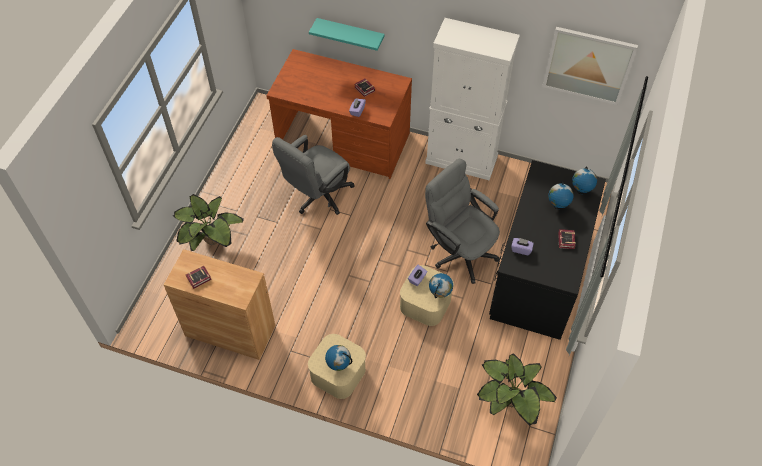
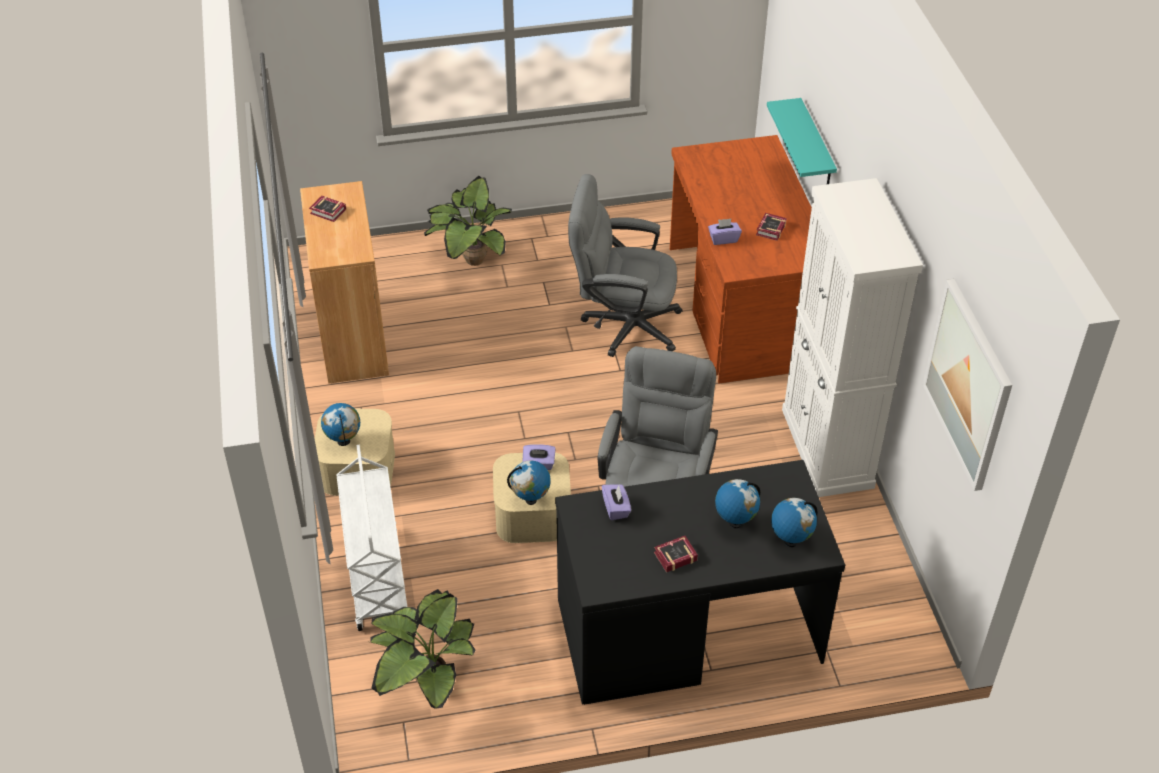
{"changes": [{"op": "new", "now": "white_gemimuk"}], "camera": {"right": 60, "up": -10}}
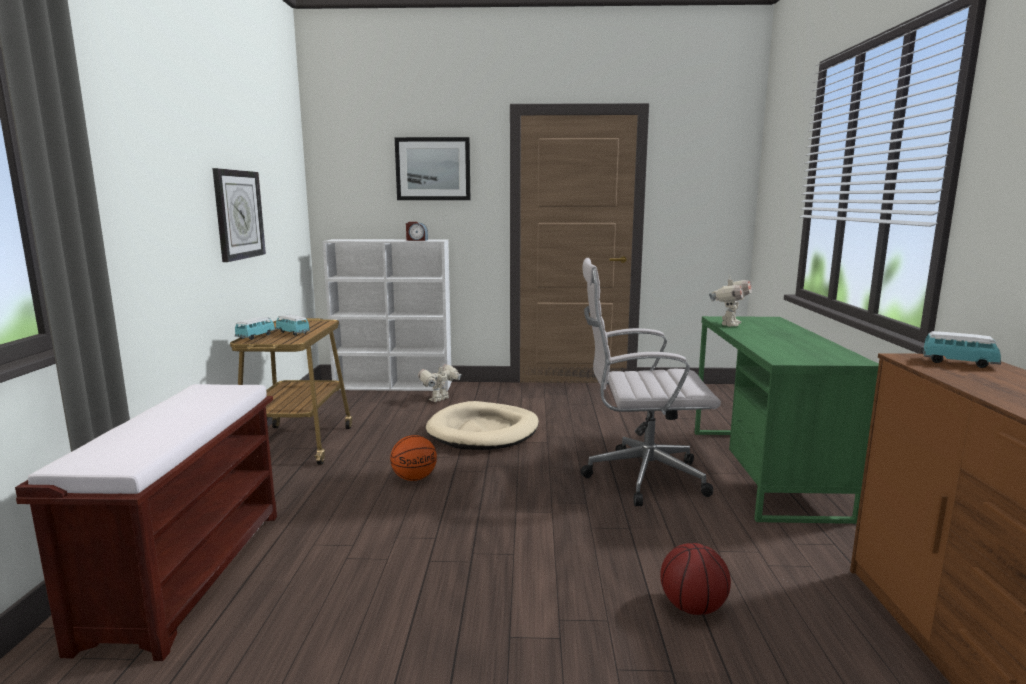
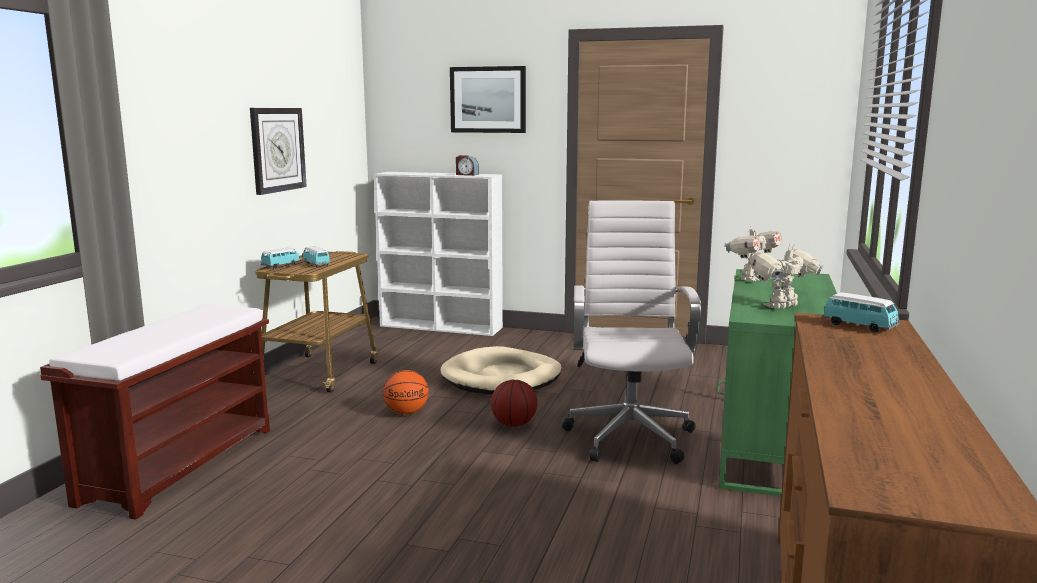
{"changes": [{"op": "shifted", "was": "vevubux (no. 1 from left in the first image)", "now": "vevubux (no. 2 from left)"}, {"op": "shifted", "was": "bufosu (no. 2 from left)"}, {"op": "rotated", "was": "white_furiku", "clockwise": 75}], "camera": {"right": 15, "up": 0}}
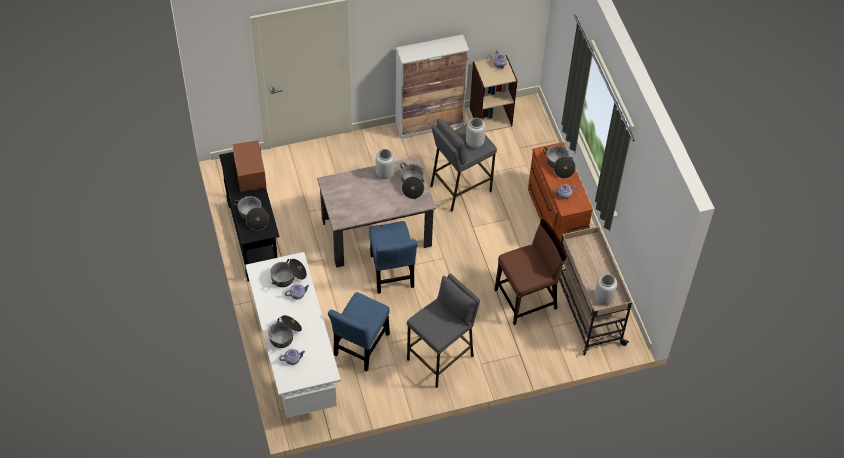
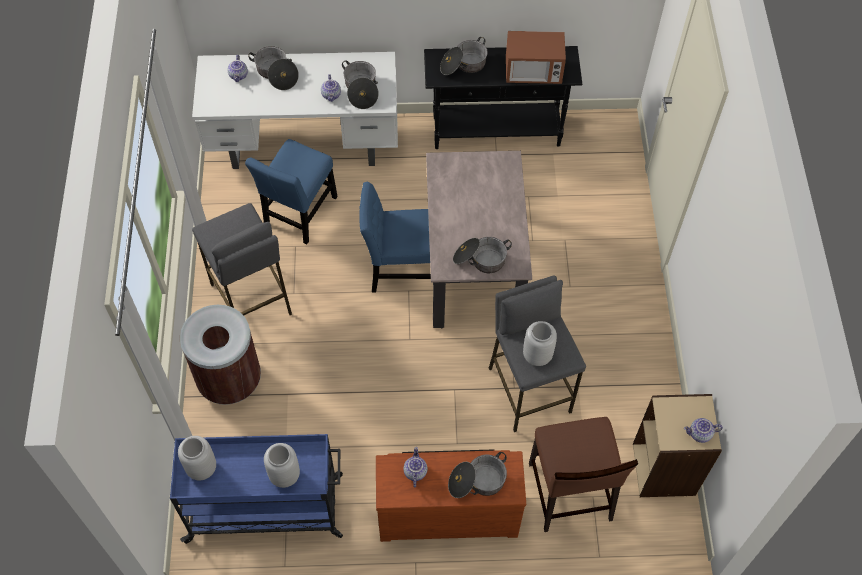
{"changes": [{"op": "gone", "was": "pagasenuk"}, {"op": "new", "now": "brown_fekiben"}, {"op": "shifted", "was": "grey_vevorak (no. 1 from left in the first image)", "now": "grey_vevorak (no. 2 from left)"}, {"op": "shifted", "was": "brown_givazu"}, {"op": "repainted", "was": "beige_gemimuk", "now": "blue_gemimuk"}, {"op": "rotated", "was": "blue_givazu (no. 1 from left)", "clockwise": -105}], "camera": {"right": 105, "up": 5}}
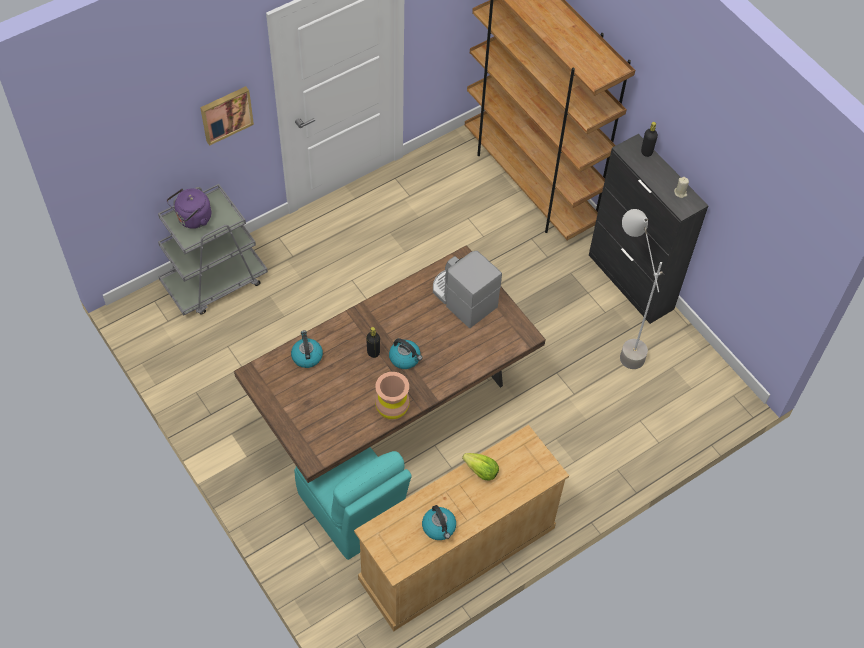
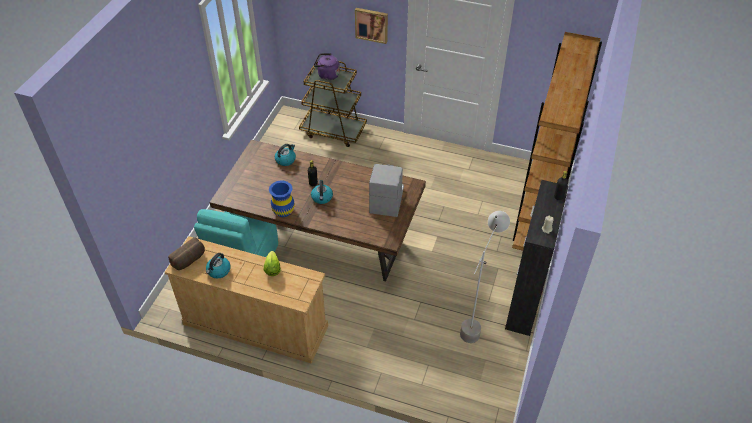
{"changes": [{"op": "new", "now": "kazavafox"}, {"op": "repainted", "was": "grey_gemimuk", "now": "brown_gemimuk"}, {"op": "repainted", "was": "brown_vevorak", "now": "blue_vevorak"}], "camera": {"right": 55, "up": -10}}
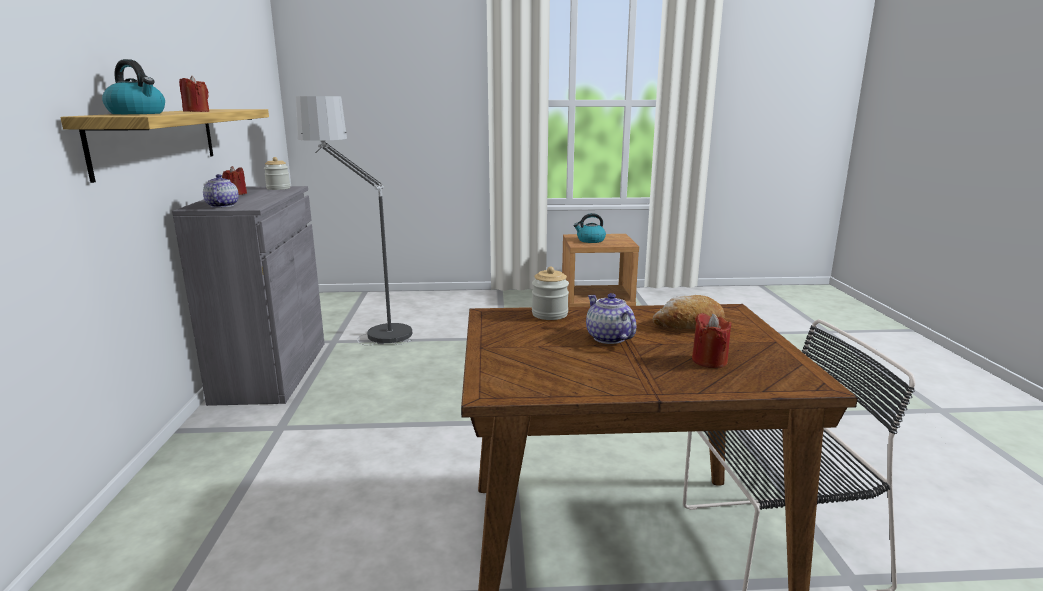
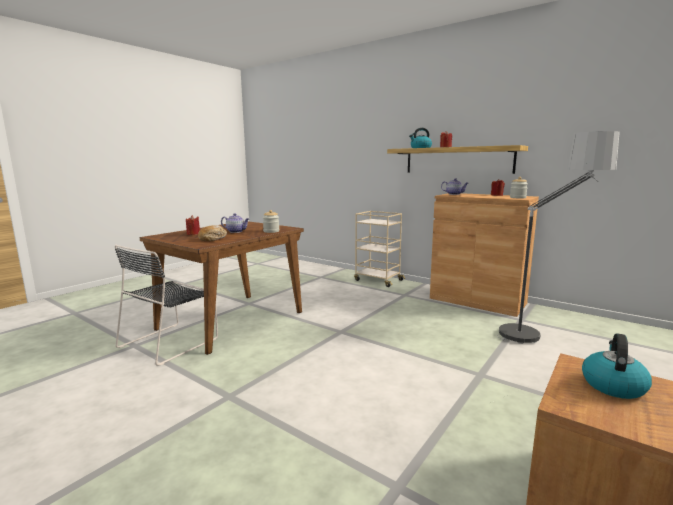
{"changes": [{"op": "new", "now": "beige_gemimuk"}, {"op": "repainted", "was": "grey_pagasenuk", "now": "brown_pagasenuk"}], "camera": {"right": 130, "up": -5}}
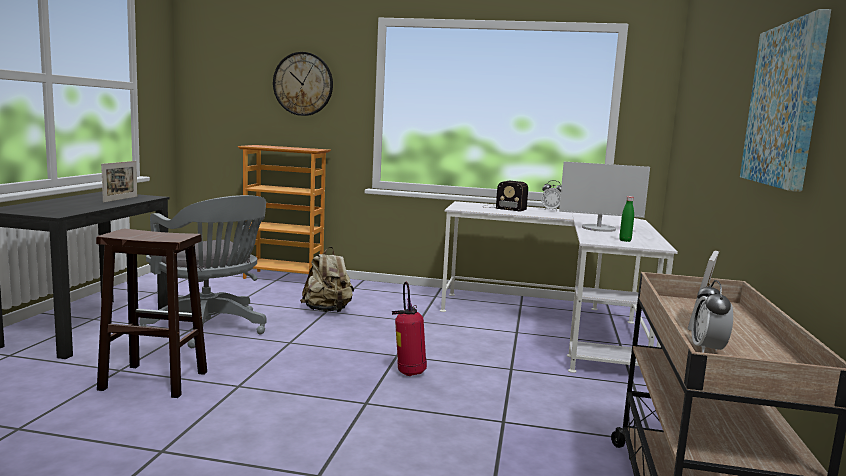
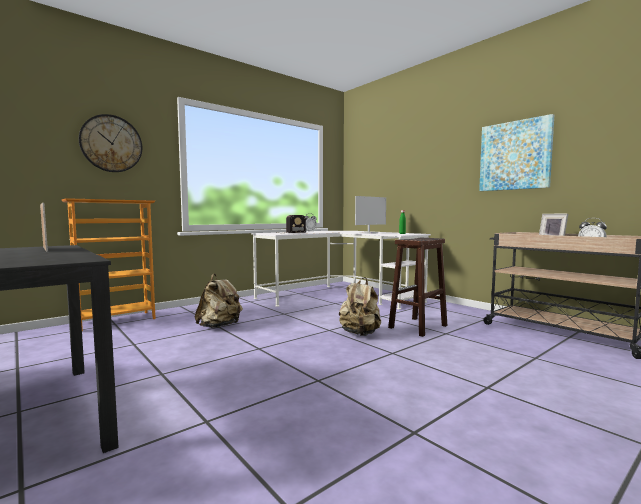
{"changes": [{"op": "gone", "was": "grey_furiku"}, {"op": "shifted", "was": "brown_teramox"}, {"op": "swapped", "was": "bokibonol", "now": "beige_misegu (no. 2 from left)"}], "camera": {"right": -50, "up": -5}}
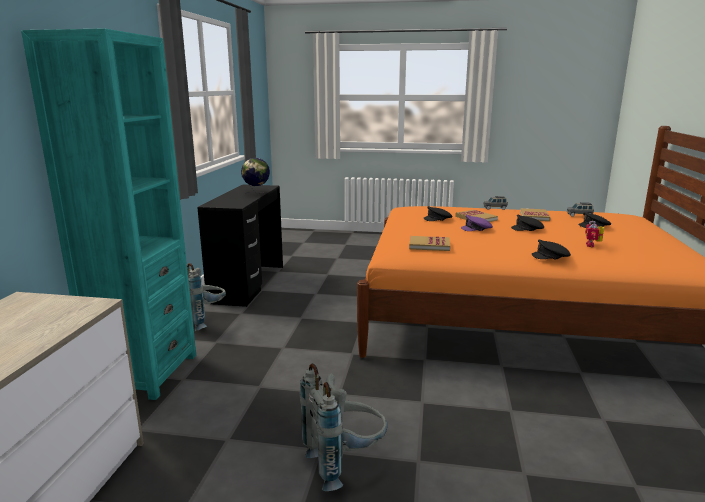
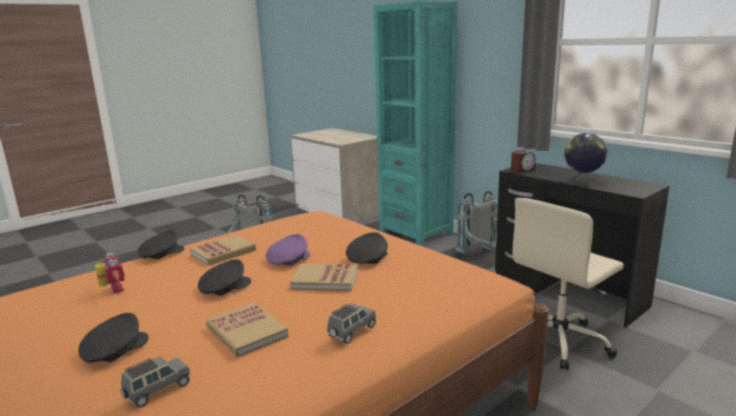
{"changes": [{"op": "new", "now": "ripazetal"}, {"op": "new", "now": "beige_furiku"}, {"op": "shifted", "was": "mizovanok (no. 1 from left)"}], "camera": {"right": 130, "up": 0}}
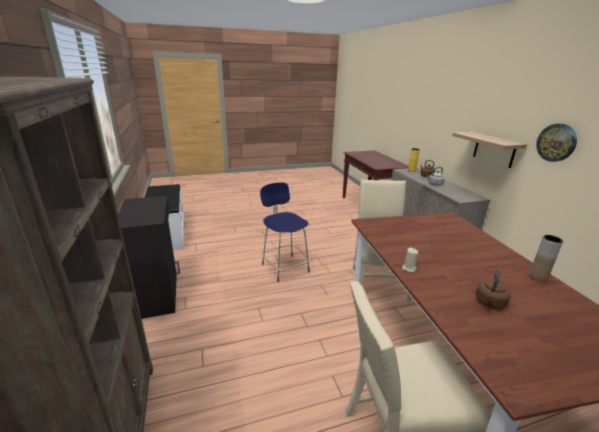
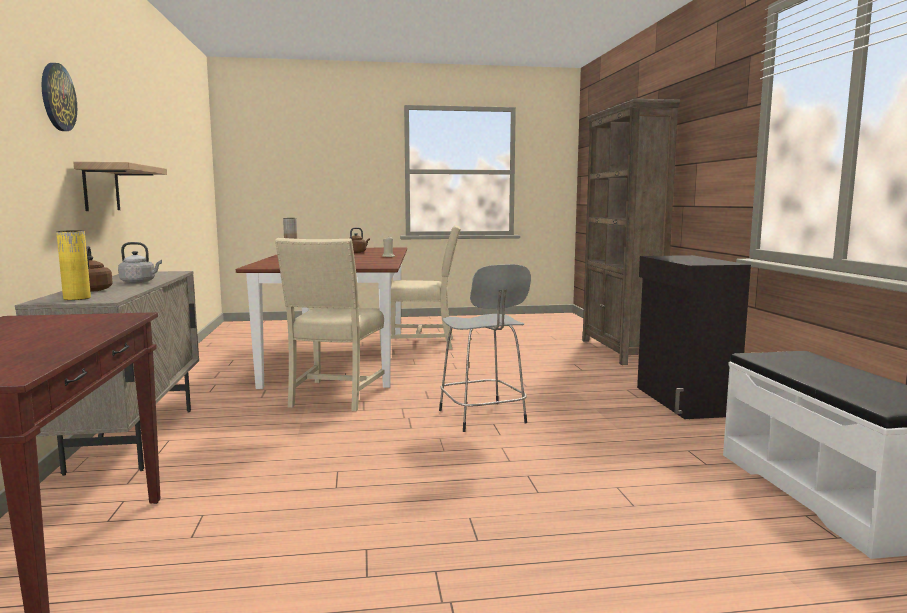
{"changes": [{"op": "shifted", "was": "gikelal"}, {"op": "repainted", "was": "blue_teramox", "now": "grey_teramox"}], "camera": {"right": -170, "up": -15}}
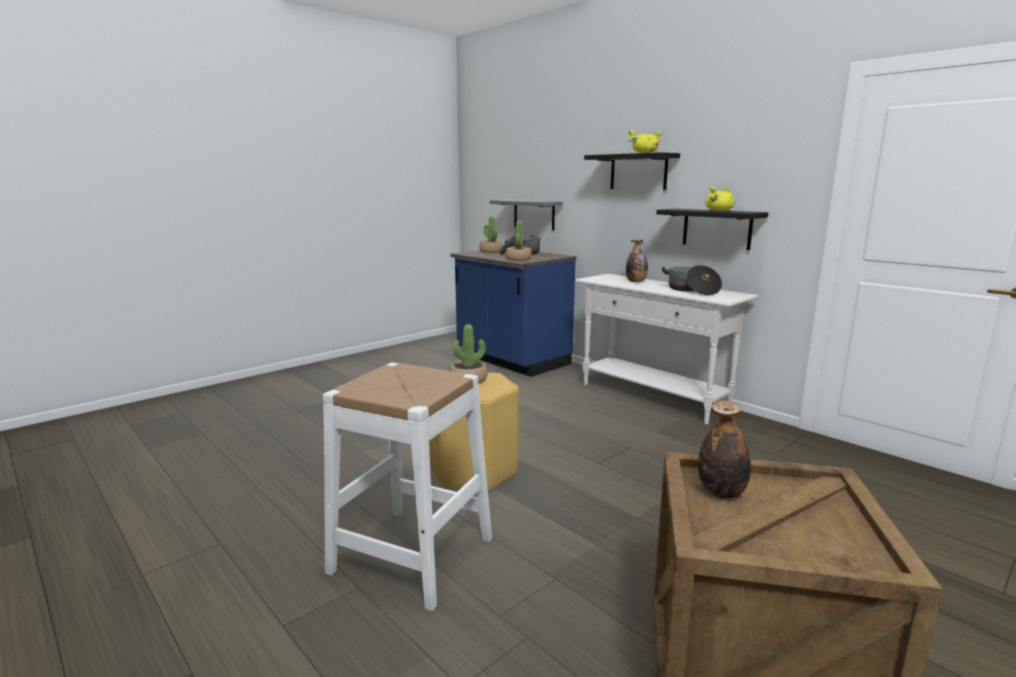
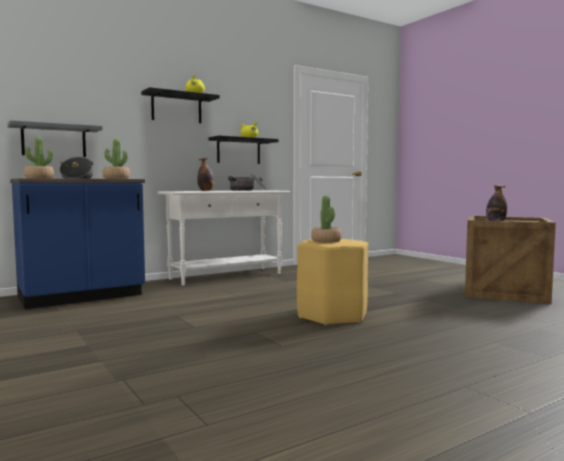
{"changes": [{"op": "gone", "was": "white_teramox"}], "camera": {"right": -80, "up": -10}}
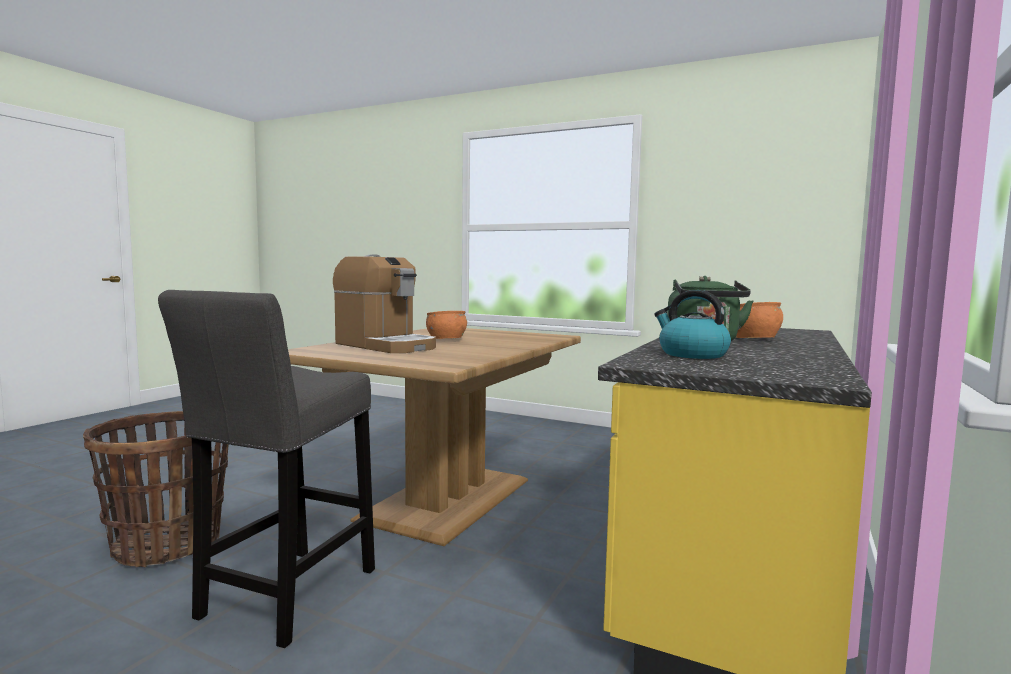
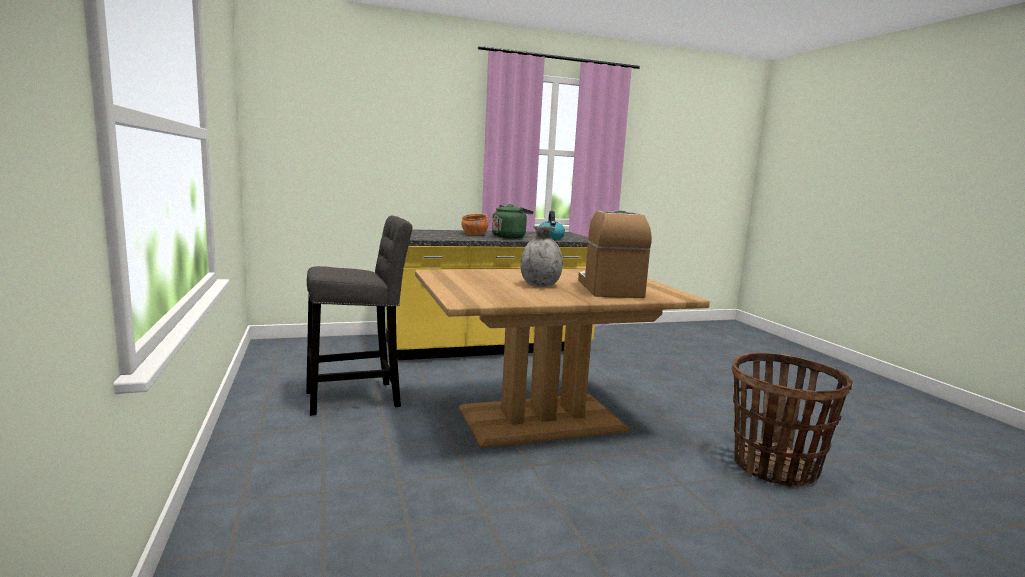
{"changes": [{"op": "shifted", "was": "grey_teramox"}, {"op": "swapped", "was": "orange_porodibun (no. 1 from left)", "now": "grey_vevorak"}], "camera": {"right": -135, "up": 5}}
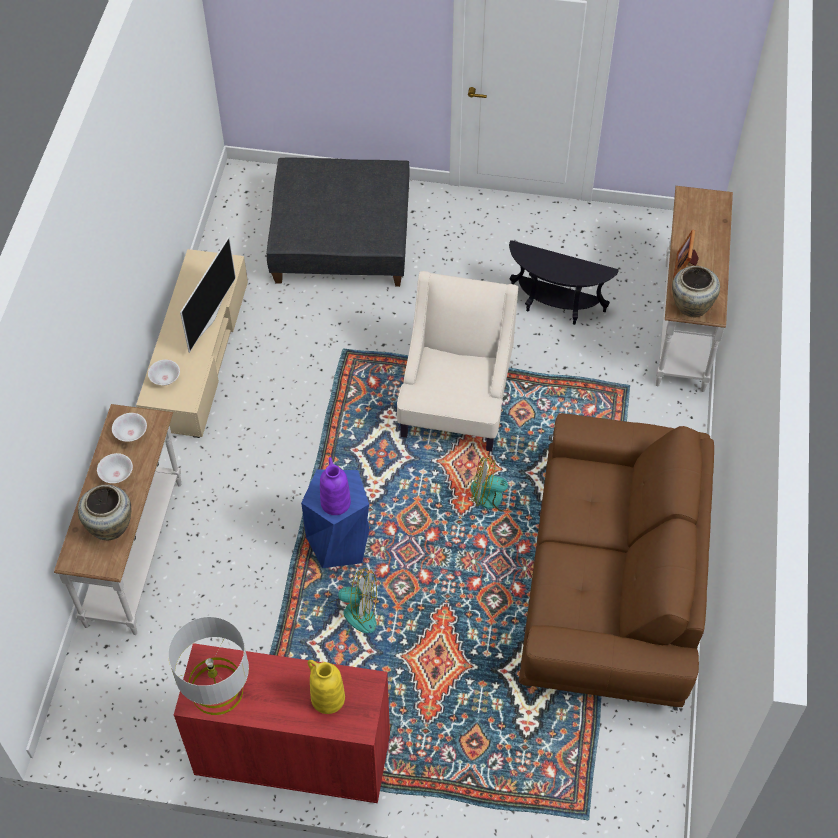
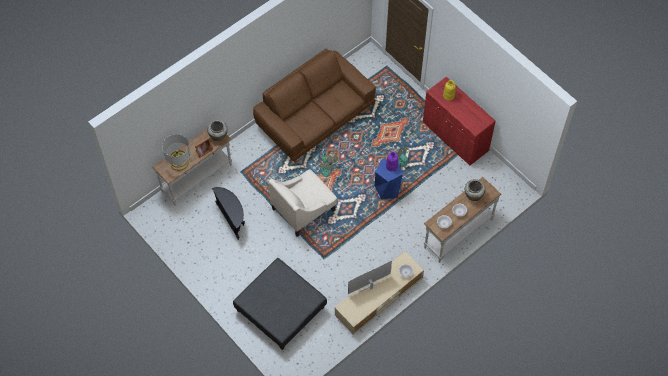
{"changes": [{"op": "shifted", "was": "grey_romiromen"}], "camera": {"right": -140, "up": 5}}
